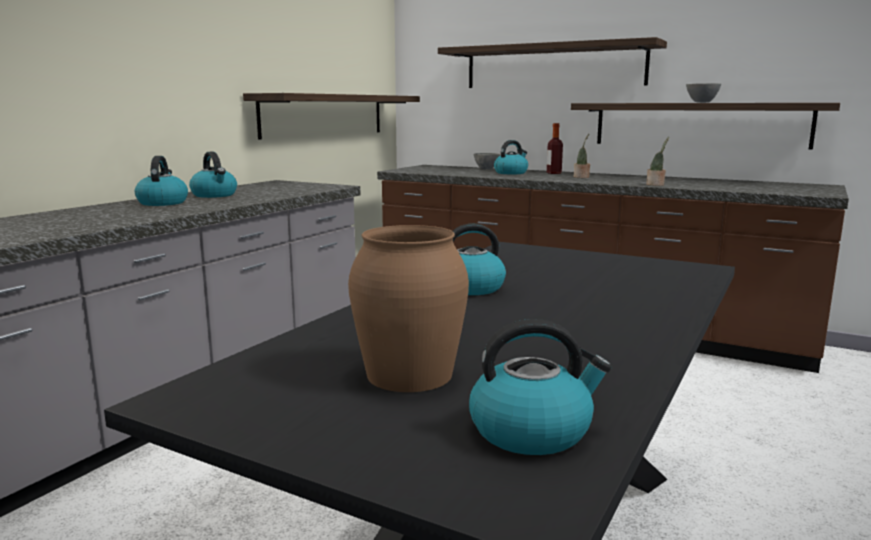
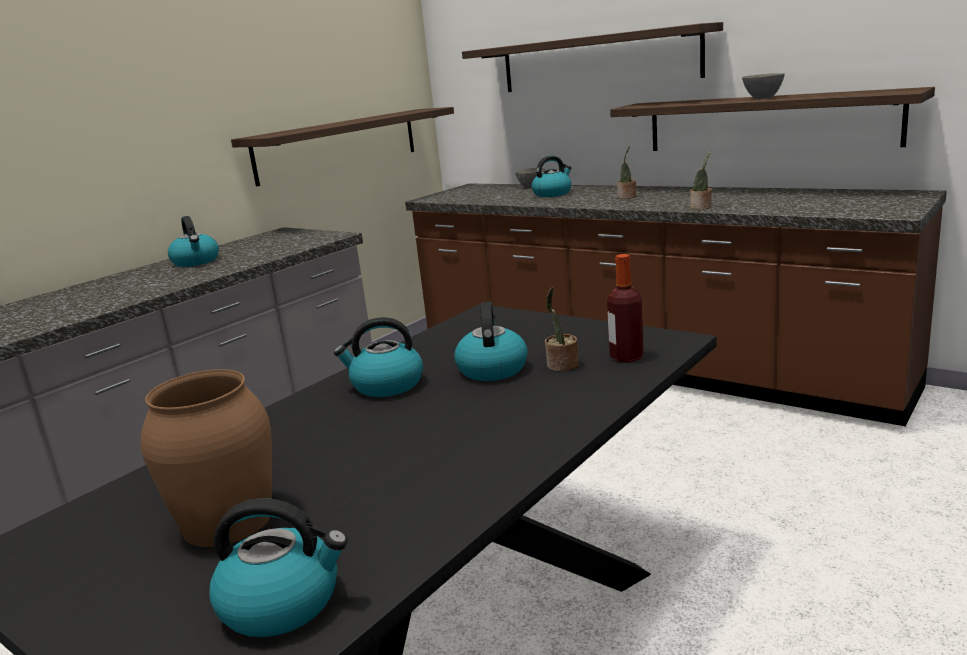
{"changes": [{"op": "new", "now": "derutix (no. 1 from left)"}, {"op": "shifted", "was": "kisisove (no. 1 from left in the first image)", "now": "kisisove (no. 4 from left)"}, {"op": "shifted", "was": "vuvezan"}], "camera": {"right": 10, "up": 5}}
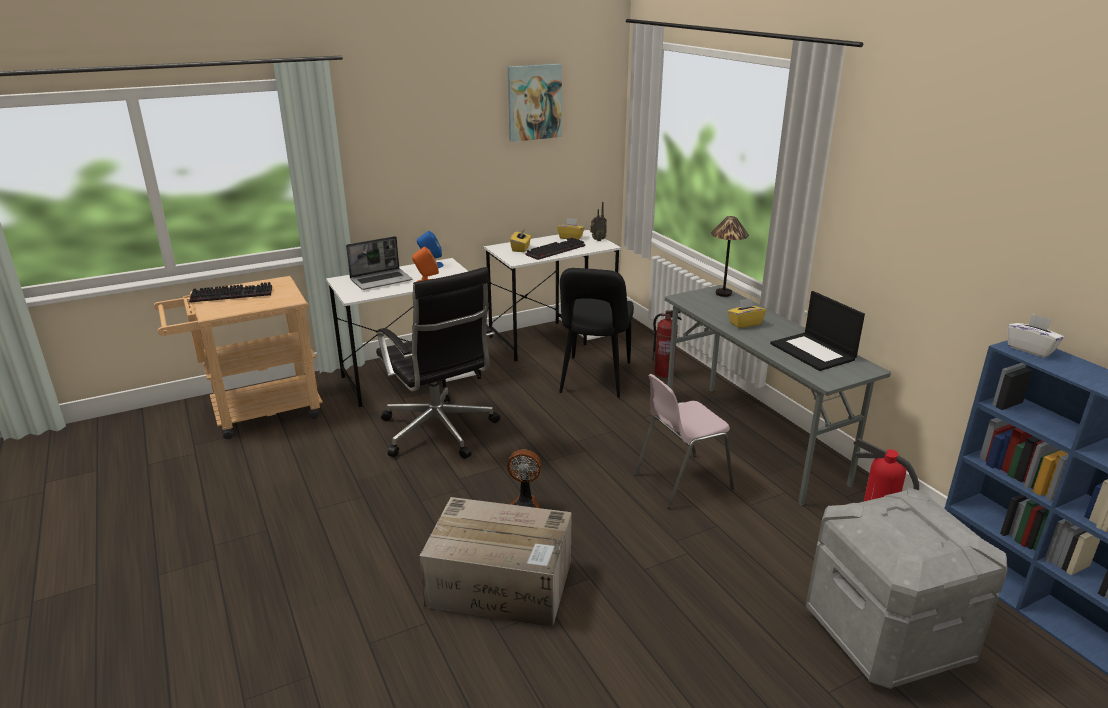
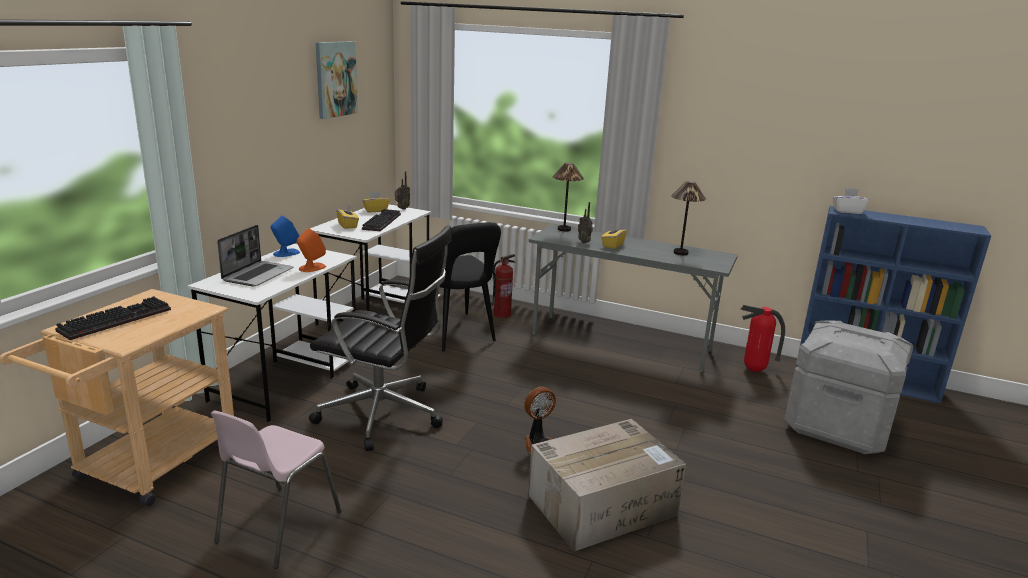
{"changes": [{"op": "new", "now": "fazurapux (no. 2 from left)"}, {"op": "shifted", "was": "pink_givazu"}, {"op": "swapped", "was": "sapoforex (no. 2 from left)", "now": "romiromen (no. 2 from left)"}], "camera": {"right": -40, "up": -5}}
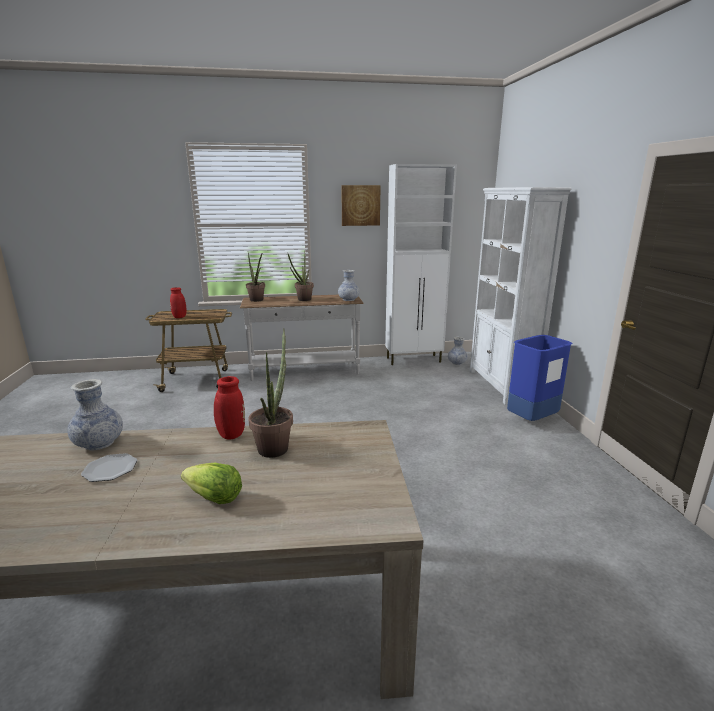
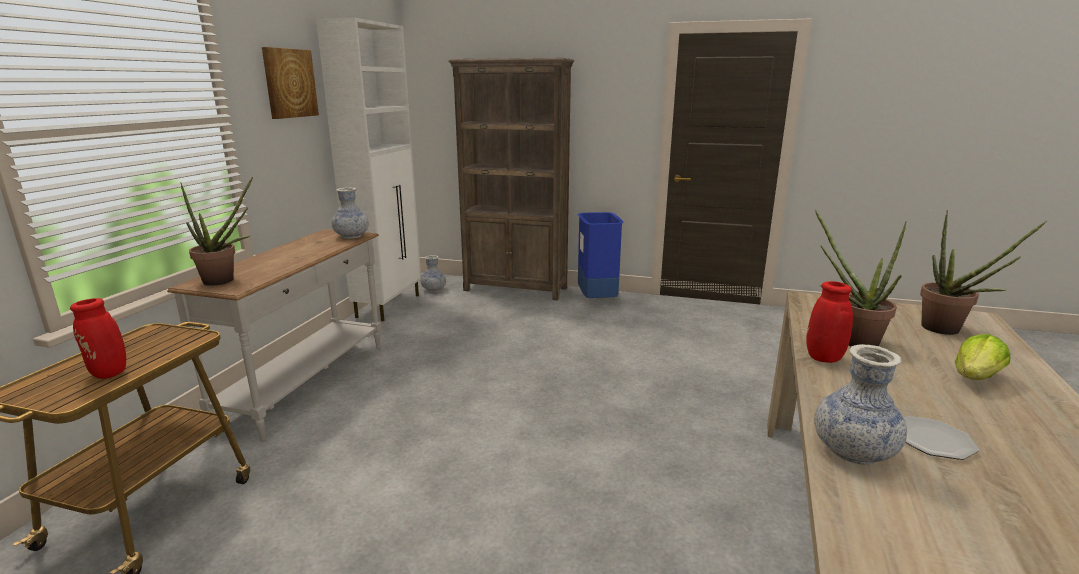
{"changes": [{"op": "shifted", "was": "derutix (no. 3 from left)"}, {"op": "repainted", "was": "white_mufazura", "now": "brown_mufazura"}], "camera": {"right": -65, "up": 0}}
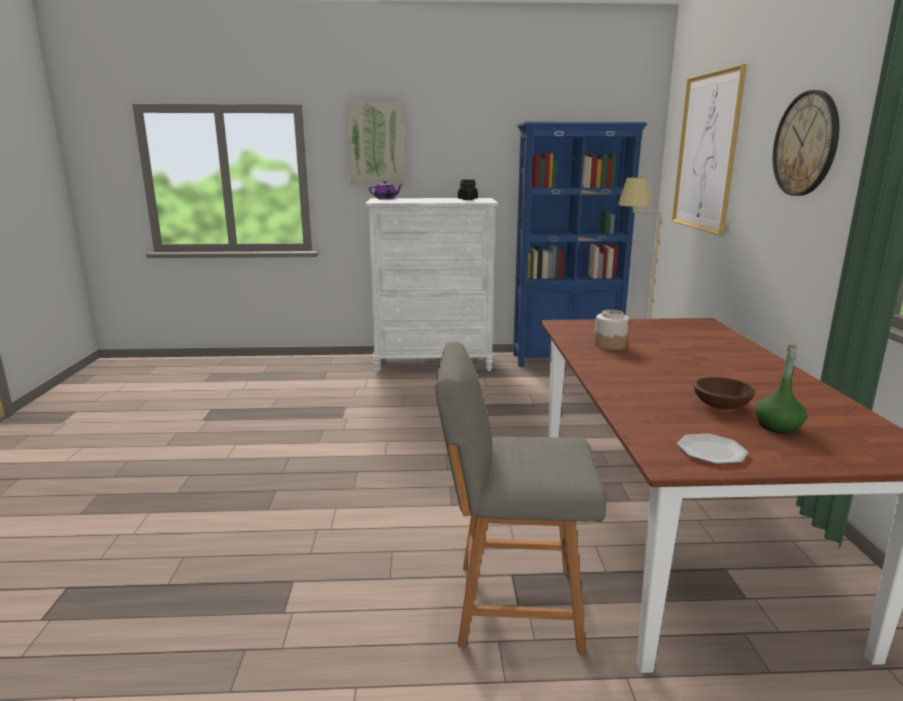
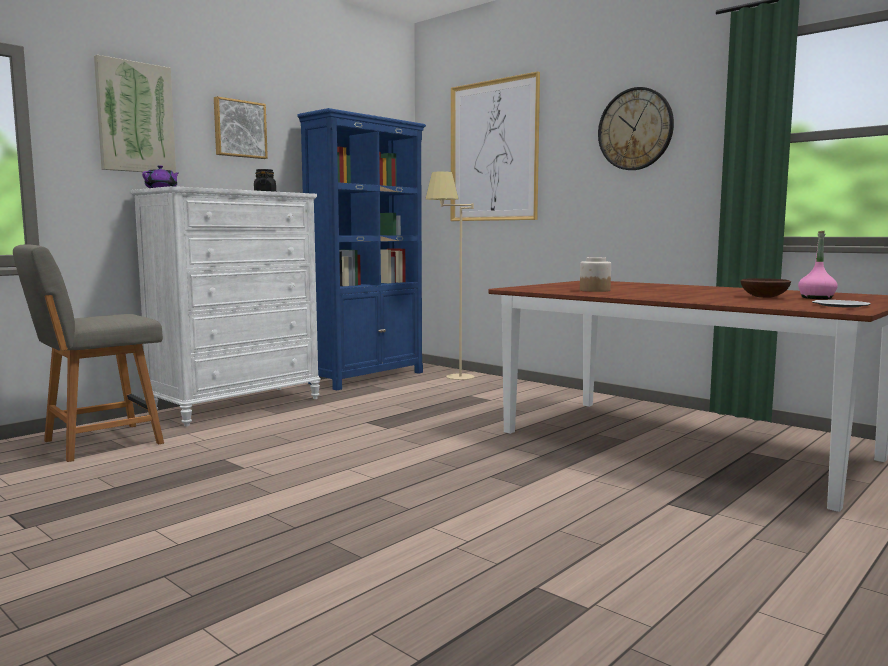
{"changes": [{"op": "new", "now": "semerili (no. 2 from left)"}, {"op": "shifted", "was": "grey_givazu"}, {"op": "repainted", "was": "green_vuvezan", "now": "pink_vuvezan"}], "camera": {"right": -45, "up": -10}}
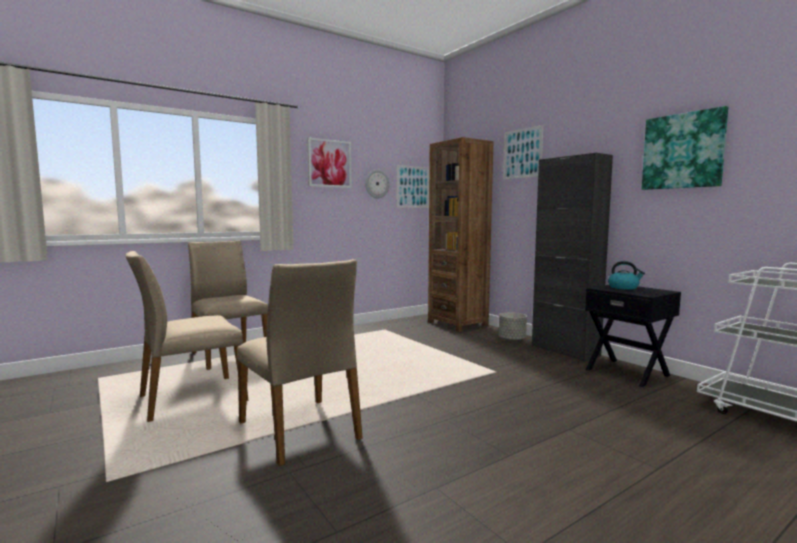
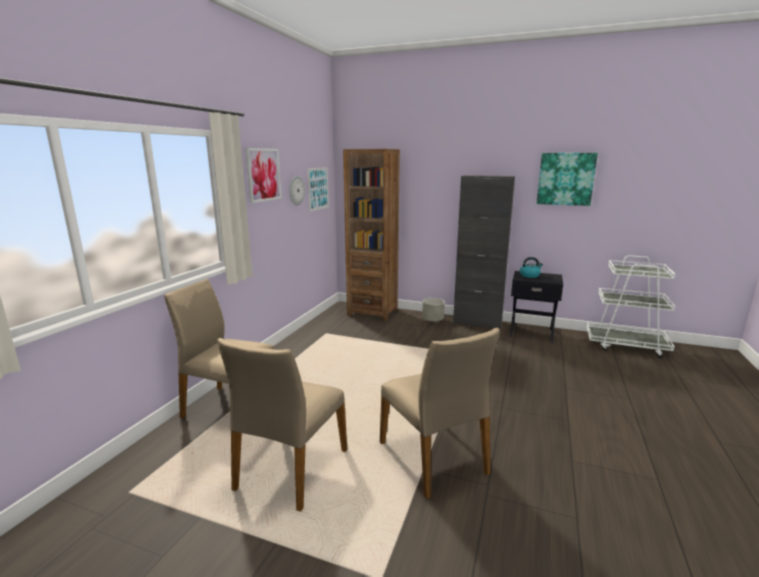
{"changes": [{"op": "gone", "was": "semerili (no. 3 from left)"}, {"op": "rotated", "was": "beige_givazu (no. 3 from left)", "clockwise": 45}], "camera": {"right": -35, "up": 10}}
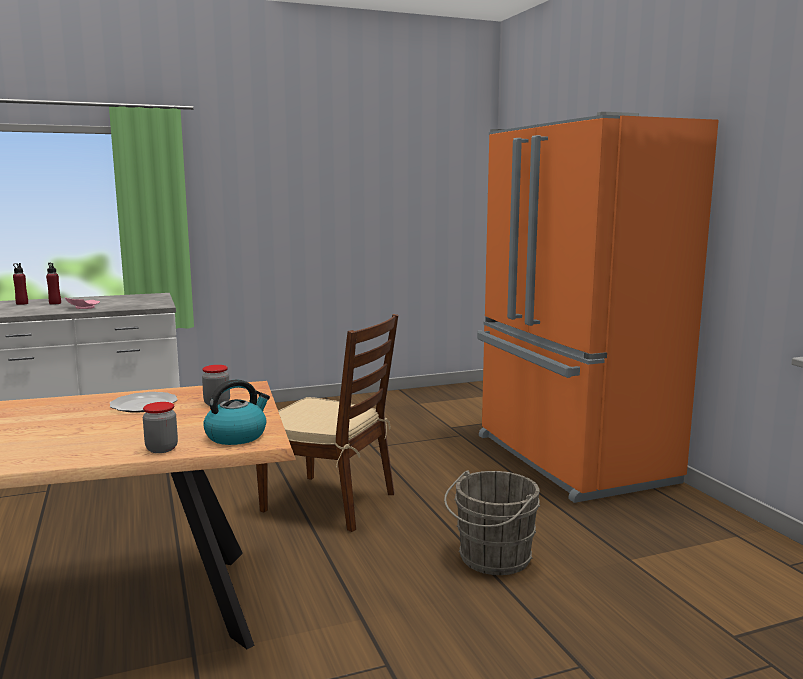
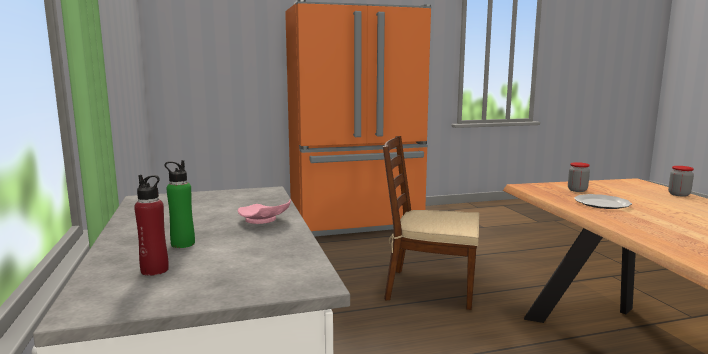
{"changes": [{"op": "gone", "was": "kisisove"}, {"op": "gone", "was": "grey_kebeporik"}, {"op": "repainted", "was": "red_vuvezan (no. 2 from left)", "now": "green_vuvezan"}, {"op": "rotated", "was": "brown_givazu", "clockwise": -105}], "camera": {"right": -85, "up": 0}}
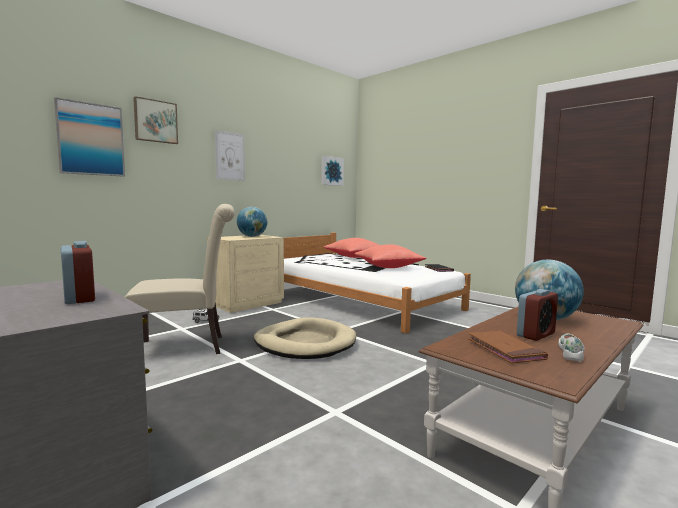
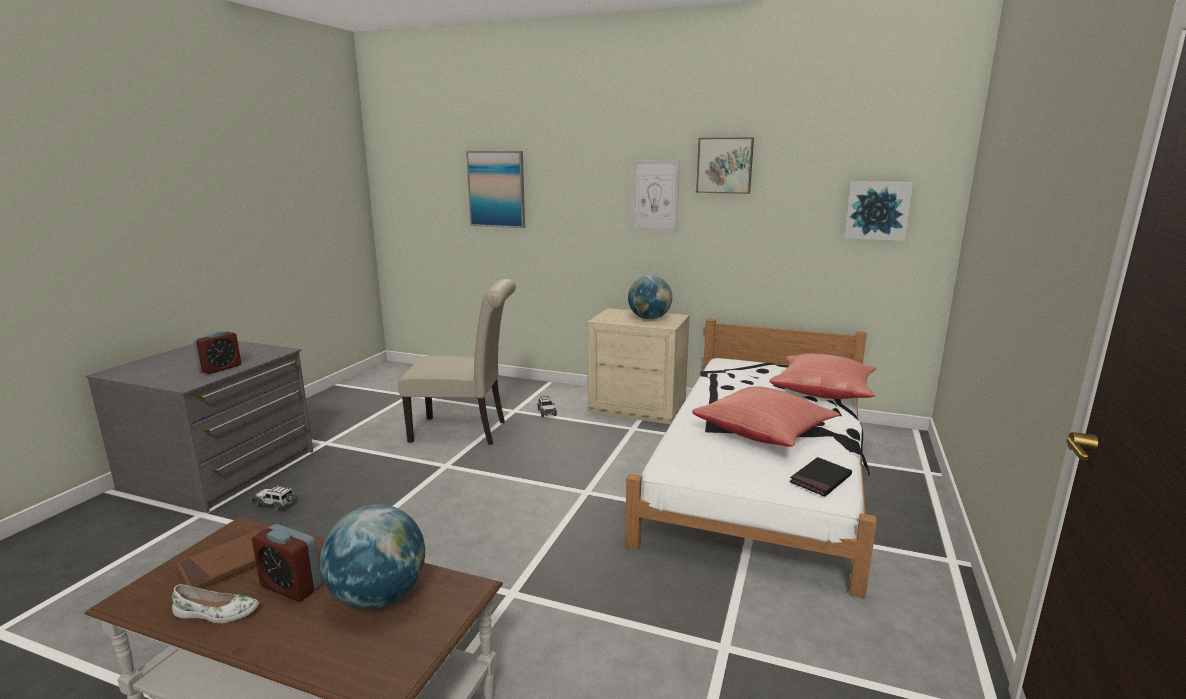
{"changes": [{"op": "gone", "was": "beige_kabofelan"}, {"op": "new", "now": "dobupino (no. 1 from left)"}, {"op": "shifted", "was": "semerili (no. 2 from left in the first image)", "now": "semerili (no. 3 from left)"}, {"op": "rotated", "was": "beige_givazu", "clockwise": -45}], "camera": {"right": 65, "up": 10}}
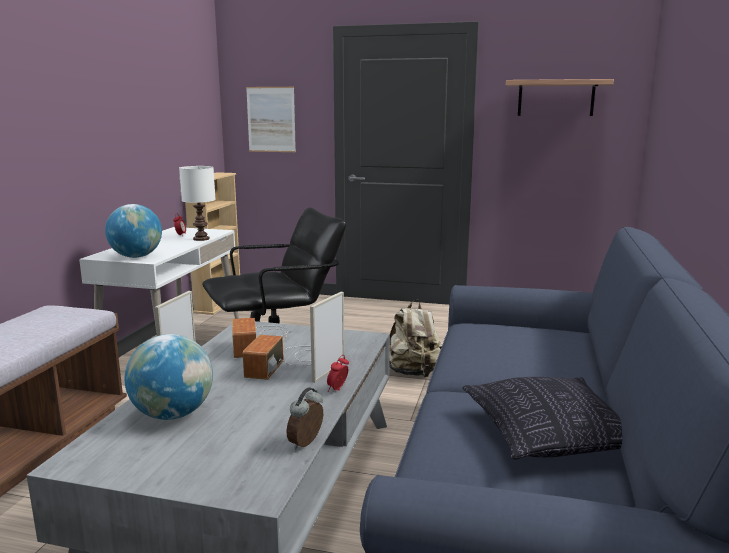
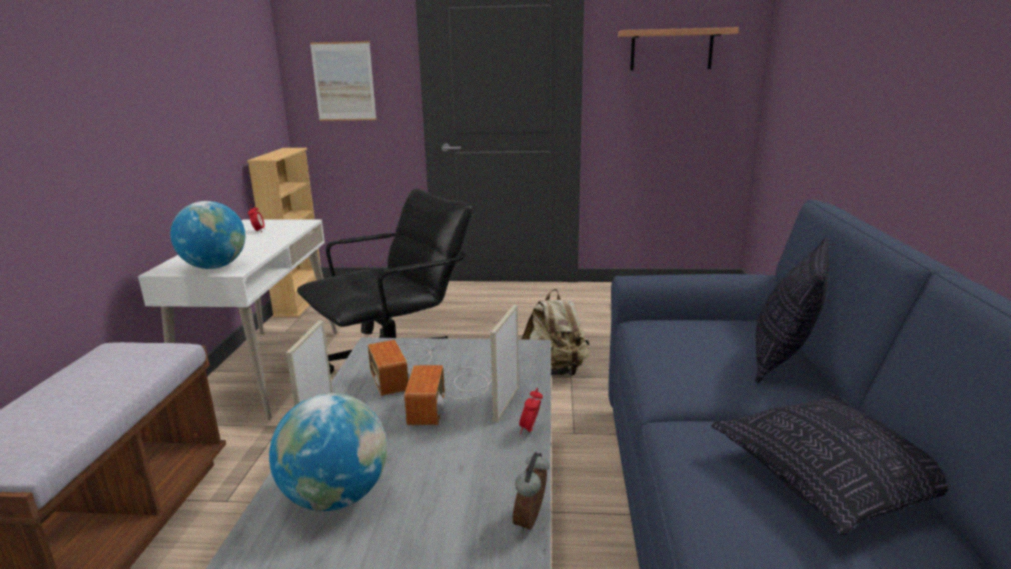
{"changes": [{"op": "gone", "was": "white_romiromen"}, {"op": "new", "now": "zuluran (no. 1 from left)"}], "camera": {"right": -10, "up": 5}}
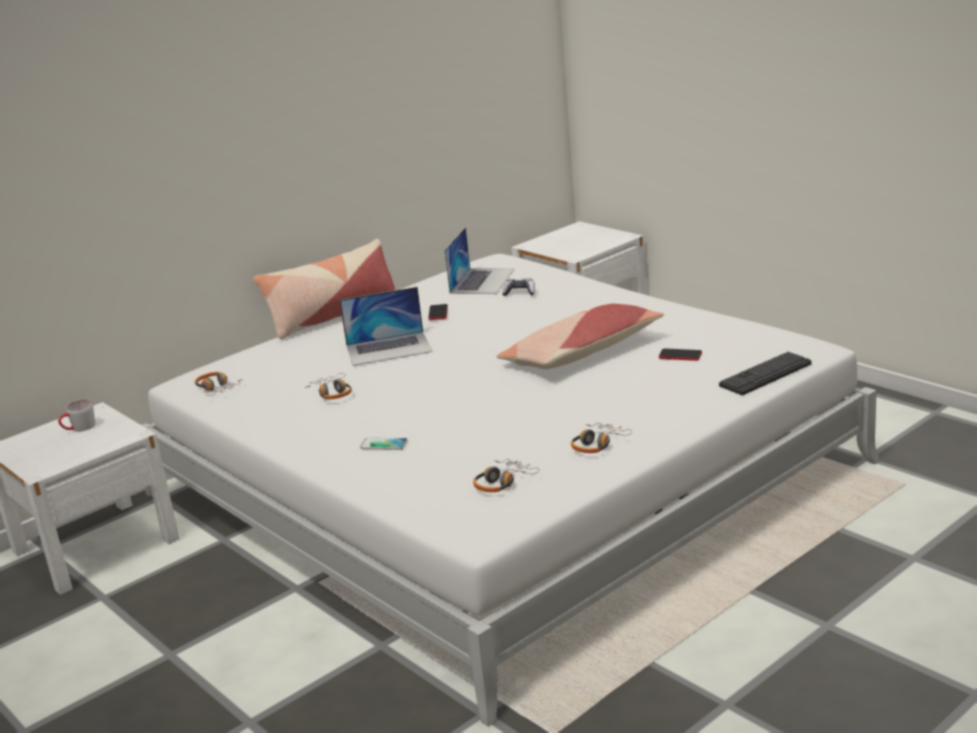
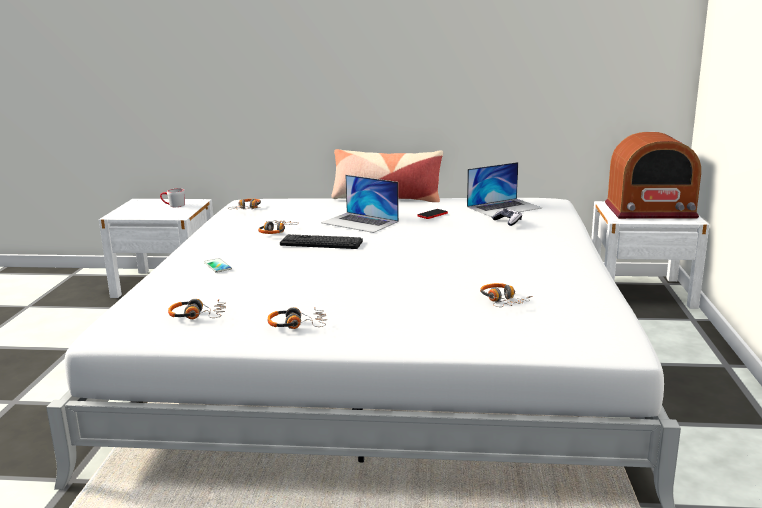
{"changes": [{"op": "gone", "was": "zuluran (no. 2 from left)"}, {"op": "new", "now": "fazurapux"}, {"op": "shifted", "was": "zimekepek"}, {"op": "swapped", "was": "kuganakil (no. 3 from left)", "now": "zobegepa (no. 5 from left)"}], "camera": {"right": 45, "up": -5}}
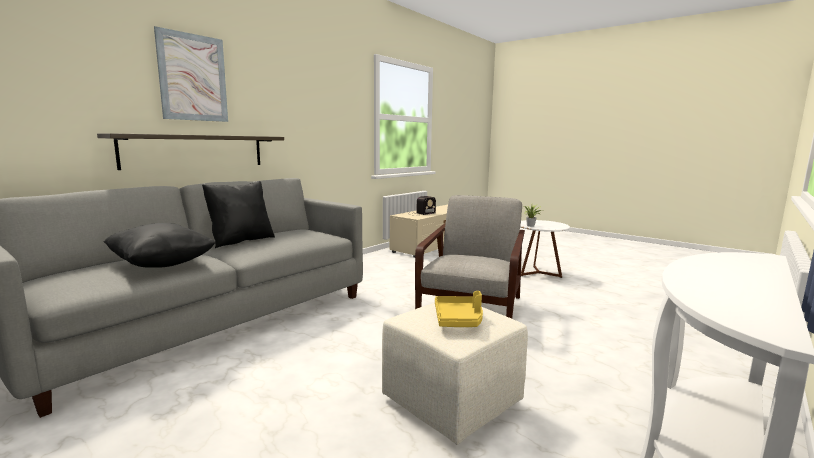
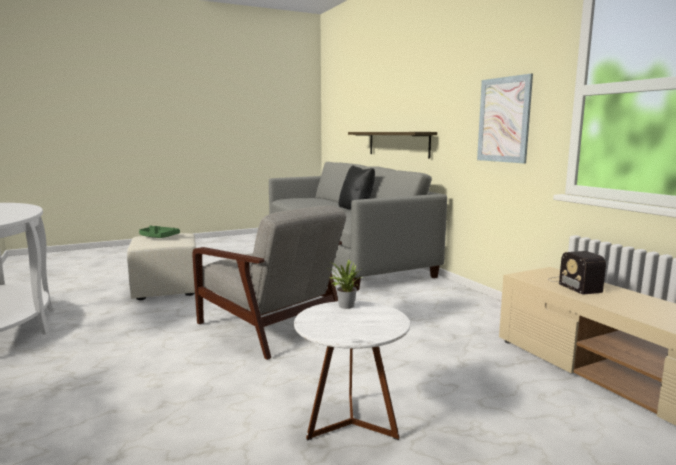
{"changes": [{"op": "gone", "was": "black_zuluran (no. 1 from left)"}, {"op": "shifted", "was": "semerili"}, {"op": "repainted", "was": "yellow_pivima", "now": "green_pivima"}], "camera": {"right": 115, "up": 0}}
